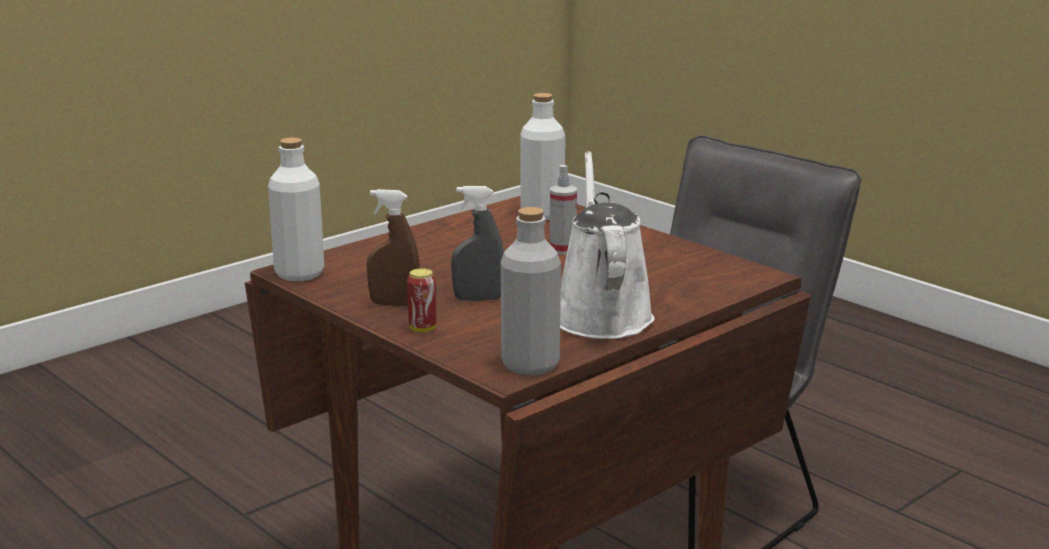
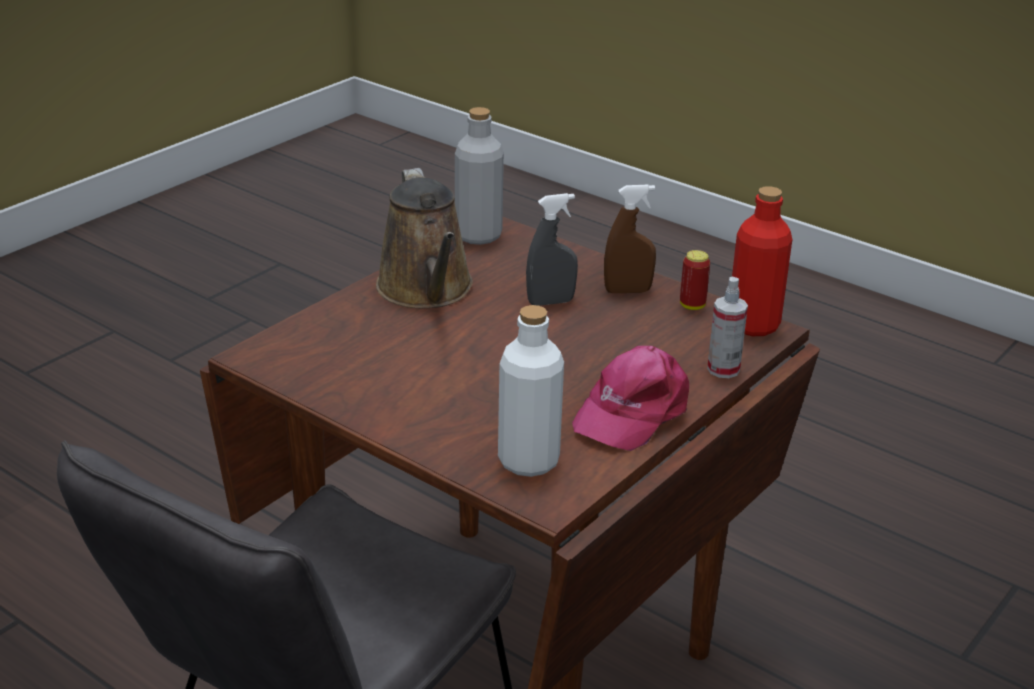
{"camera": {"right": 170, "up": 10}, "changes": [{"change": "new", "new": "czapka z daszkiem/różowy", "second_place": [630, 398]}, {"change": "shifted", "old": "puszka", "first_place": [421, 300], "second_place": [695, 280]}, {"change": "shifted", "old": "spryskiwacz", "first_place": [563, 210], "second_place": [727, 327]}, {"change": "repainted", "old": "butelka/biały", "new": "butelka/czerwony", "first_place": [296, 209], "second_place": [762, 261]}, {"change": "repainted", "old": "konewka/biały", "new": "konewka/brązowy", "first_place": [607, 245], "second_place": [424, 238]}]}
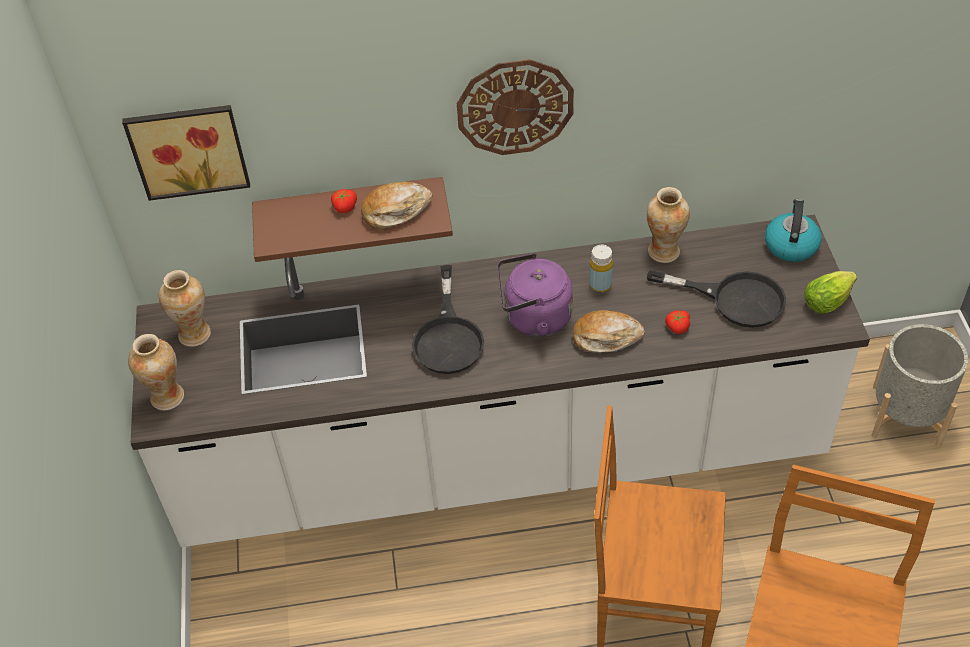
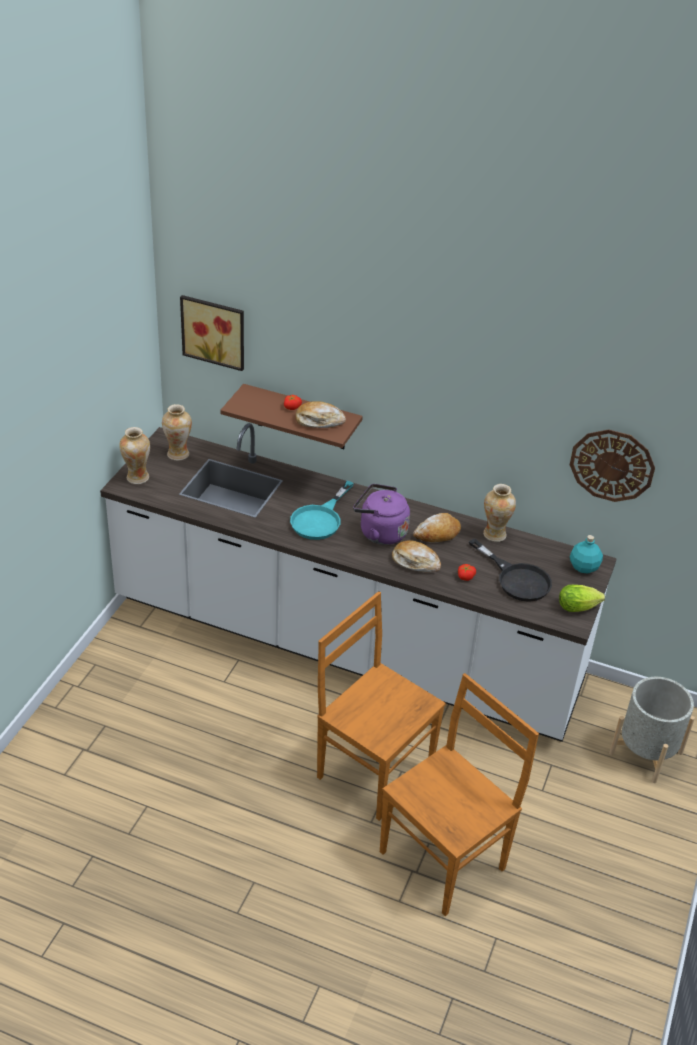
{"camera": {"right": 25, "up": -10}, "changes": [{"change": "shifted", "old": "zegar ścienny", "first_place": [515, 107], "second_place": [612, 465]}, {"change": "swapped", "old": "butelka/żółty", "new": "chleb", "first_place": [601, 268], "second_place": [437, 527]}, {"change": "swapped", "old": "czajnik", "new": "butelka/turkusowy", "first_place": [793, 230], "second_place": [586, 554]}, {"change": "repainted", "old": "patelnia/czarny", "new": "patelnia/turkusowy", "first_place": [448, 319], "second_place": [322, 510]}]}
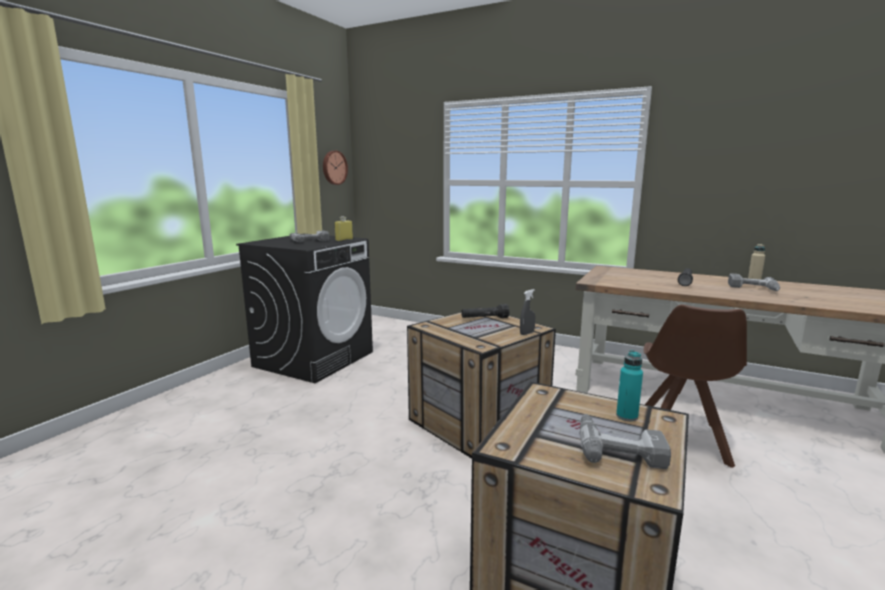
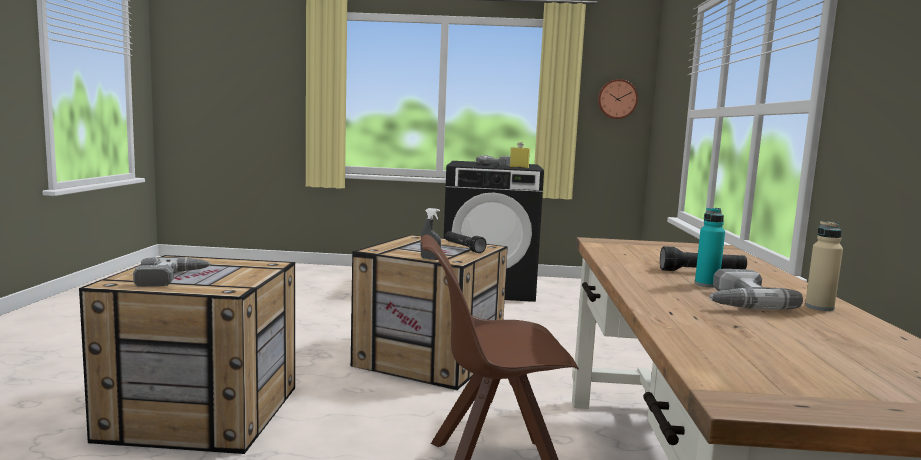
{"camera": {"right": 65, "up": -5}, "changes": [{"change": "shifted", "old": "butelka/turkusowy", "first_place": [629, 385], "second_place": [710, 247]}]}
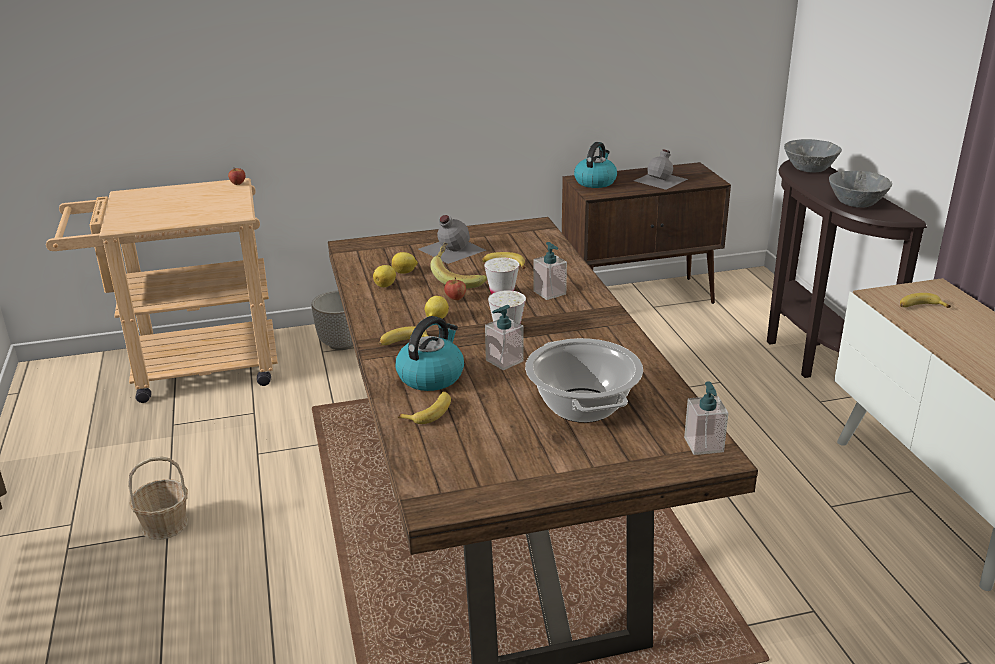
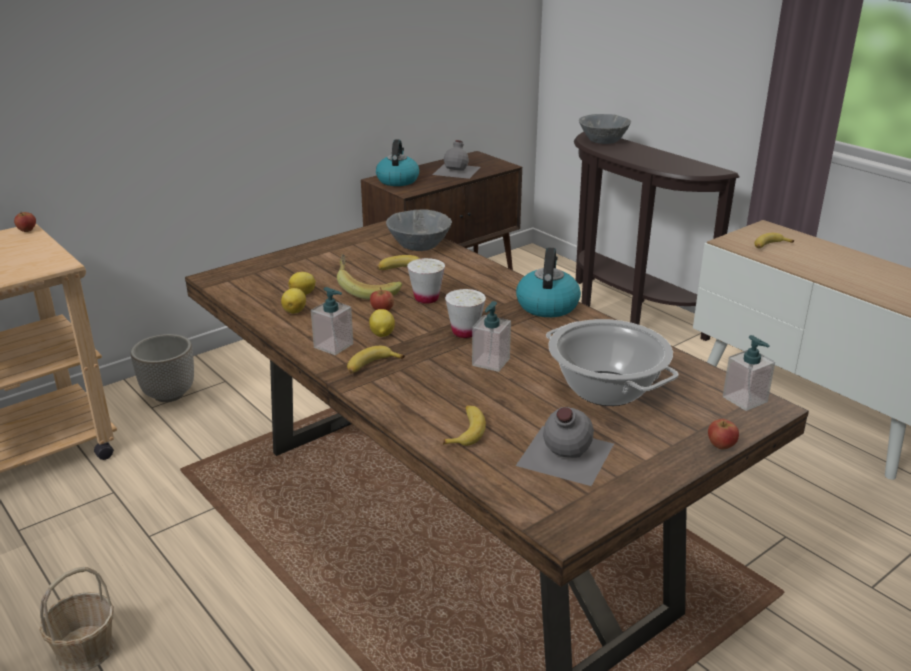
{"camera": {"right": -25, "up": 0}, "changes": [{"change": "new", "new": "jabłko", "second_place": [723, 434]}, {"change": "shifted", "old": "czajnik", "first_place": [429, 353], "second_place": [548, 282]}, {"change": "shifted", "old": "butelka/szary", "first_place": [452, 239], "second_place": [565, 446]}, {"change": "shifted", "old": "dozownik mydła", "first_place": [550, 271], "second_place": [332, 321]}, {"change": "shifted", "old": "miska/szary", "first_place": [860, 189], "second_place": [419, 230]}]}
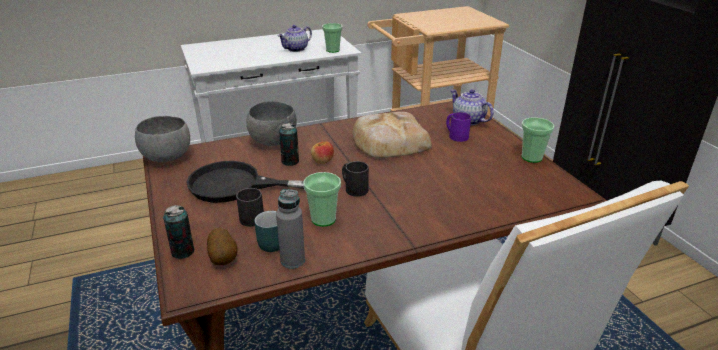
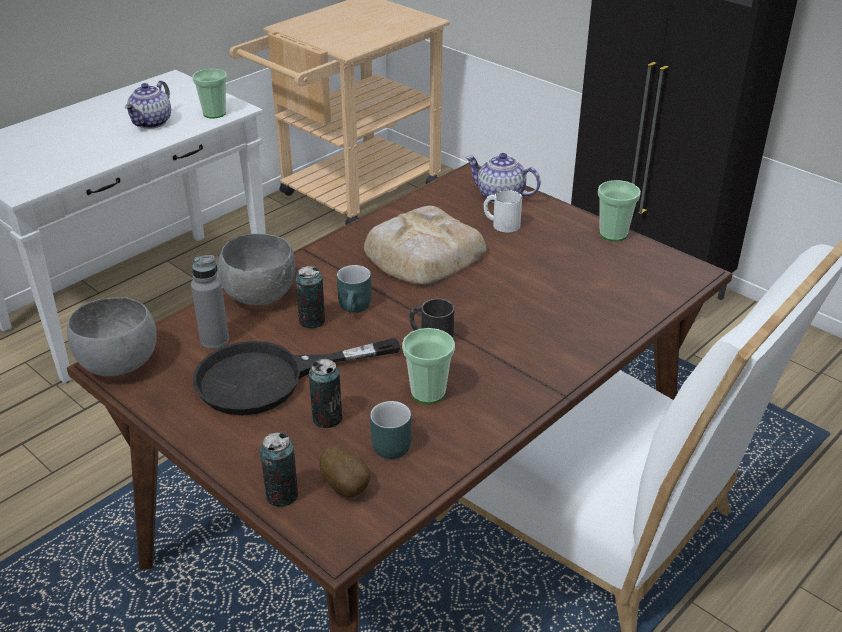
{"camera": {"right": -25, "up": 5}, "changes": [{"change": "shifted", "old": "butelka/szary", "first_place": [290, 229], "second_place": [210, 302]}, {"change": "swapped", "old": "kubek/czarny", "new": "puszka", "first_place": [250, 207], "second_place": [325, 393]}, {"change": "swapped", "old": "jabłko", "new": "kubek/turkusowy", "first_place": [322, 152], "second_place": [354, 289]}, {"change": "repainted", "old": "kubek/fioletowy", "new": "kubek/biały", "first_place": [458, 127], "second_place": [502, 211]}]}
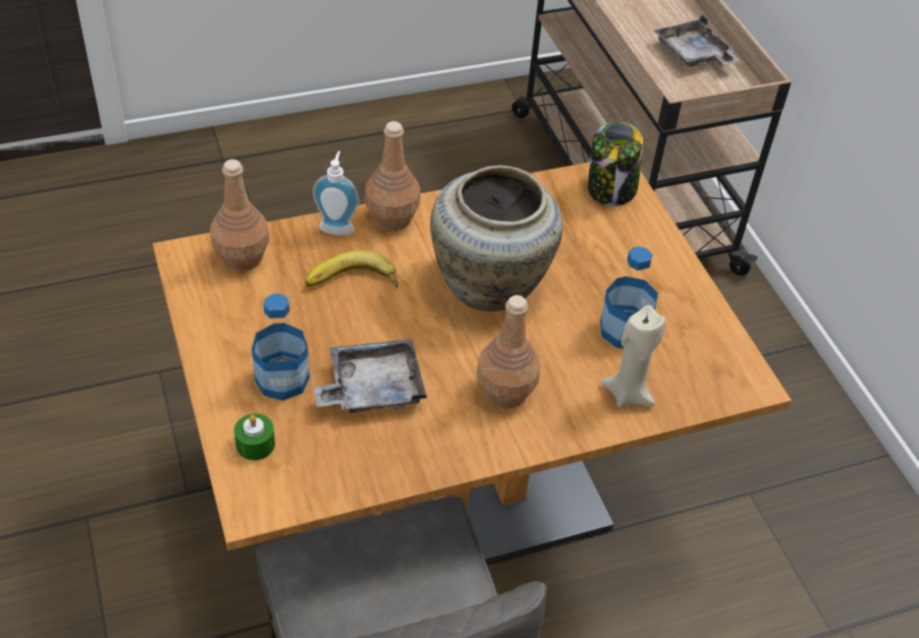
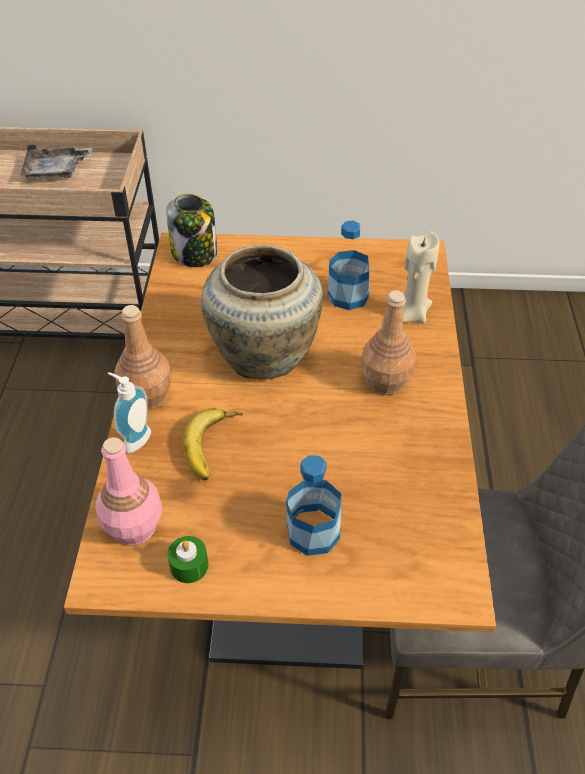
{"camera": {"right": -65, "up": 0}, "changes": [{"change": "gone", "old": "taca/szary", "first_place": [370, 376]}, {"change": "shifted", "old": "świeca/zielony", "first_place": [254, 437], "second_place": [187, 559]}, {"change": "repainted", "old": "butelka/brązowy", "new": "butelka/różowy", "first_place": [239, 215], "second_place": [128, 491]}]}
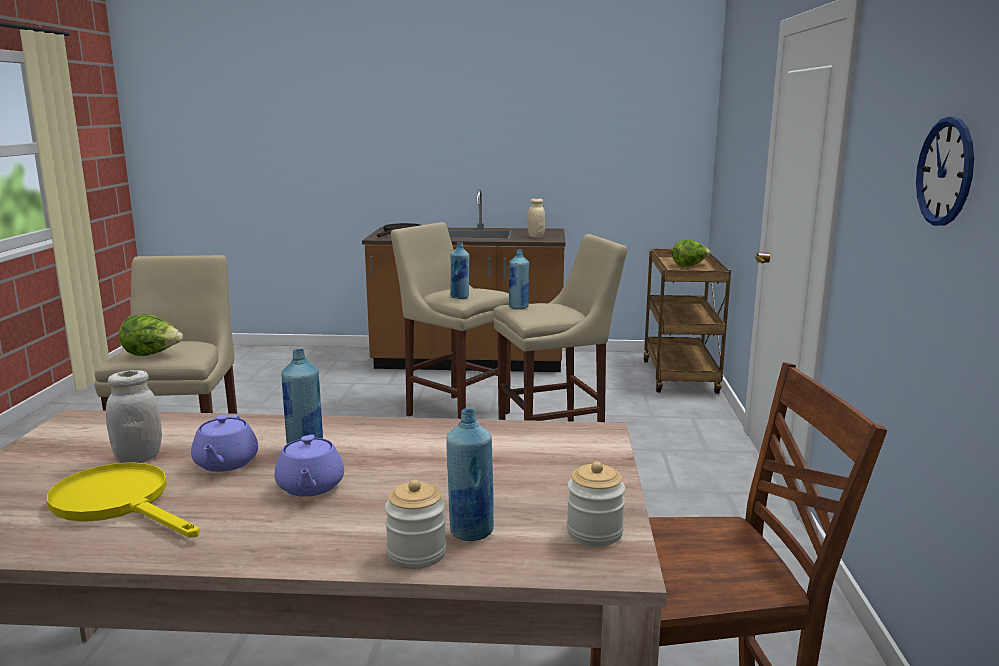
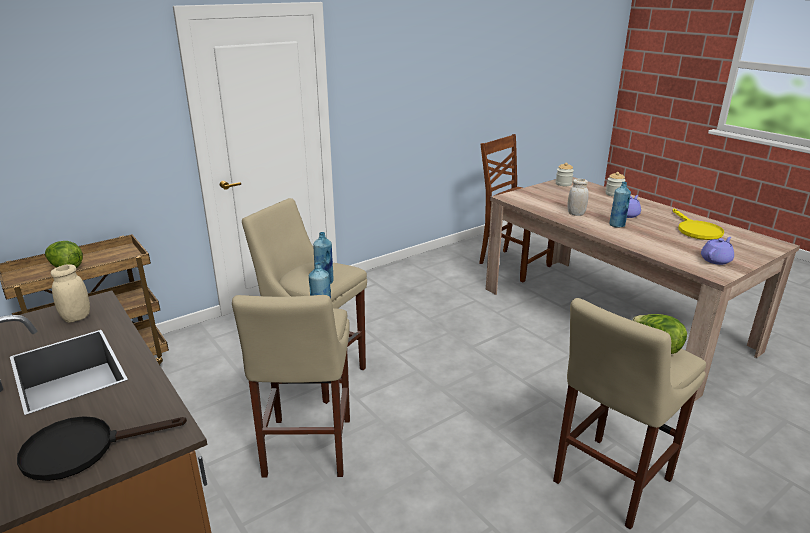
{"camera": {"right": -130, "up": 10}, "changes": [{"change": "gone", "old": "butelka/niebieski", "first_place": [470, 474]}, {"change": "gone", "old": "zegar ścienny", "first_place": [945, 171]}, {"change": "shifted", "old": "słoik/biały", "first_place": [134, 416], "second_place": [578, 197]}, {"change": "shifted", "old": "imbryk/fioletowy", "first_place": [224, 443], "second_place": [717, 251]}]}
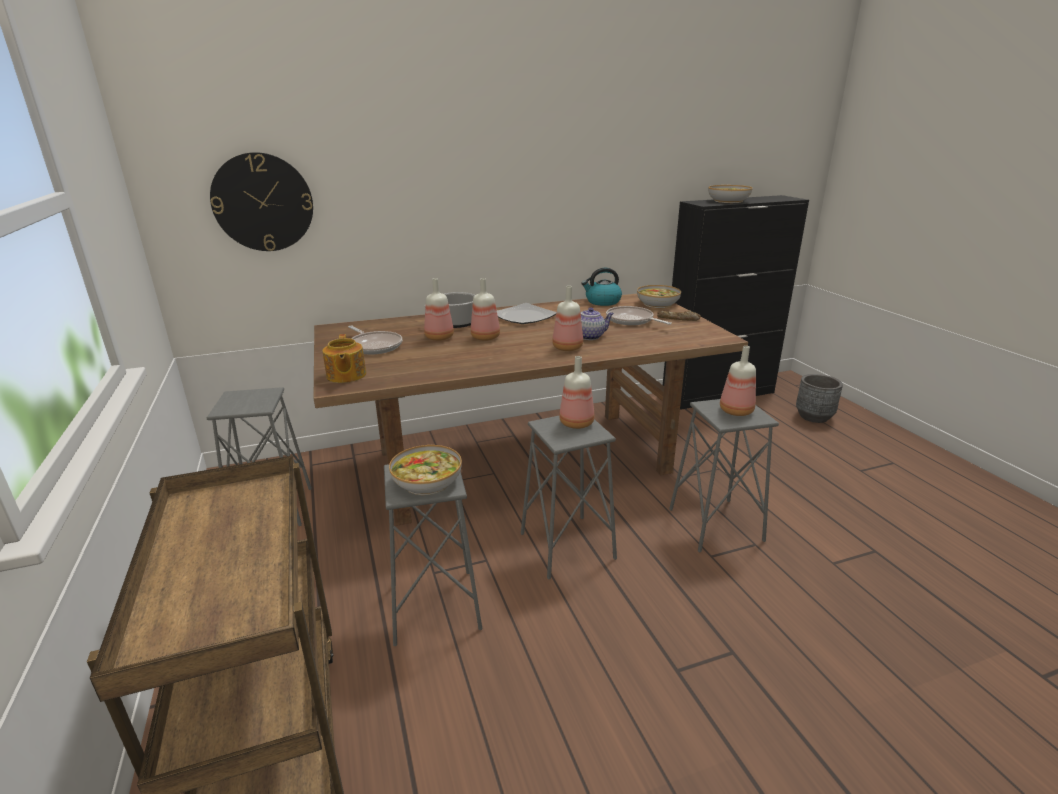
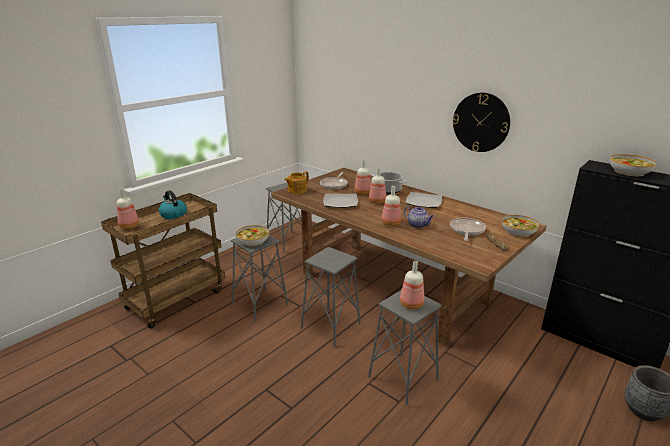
{"camera": {"right": 60, "up": 0}, "changes": [{"change": "new", "new": "talerz", "second_place": [340, 200]}, {"change": "shifted", "old": "zegar ścienny", "first_place": [261, 201], "second_place": [481, 122]}, {"change": "shifted", "old": "butelka", "first_place": [576, 392], "second_place": [128, 208]}, {"change": "shifted", "old": "czajnik", "first_place": [601, 287], "second_place": [173, 204]}]}
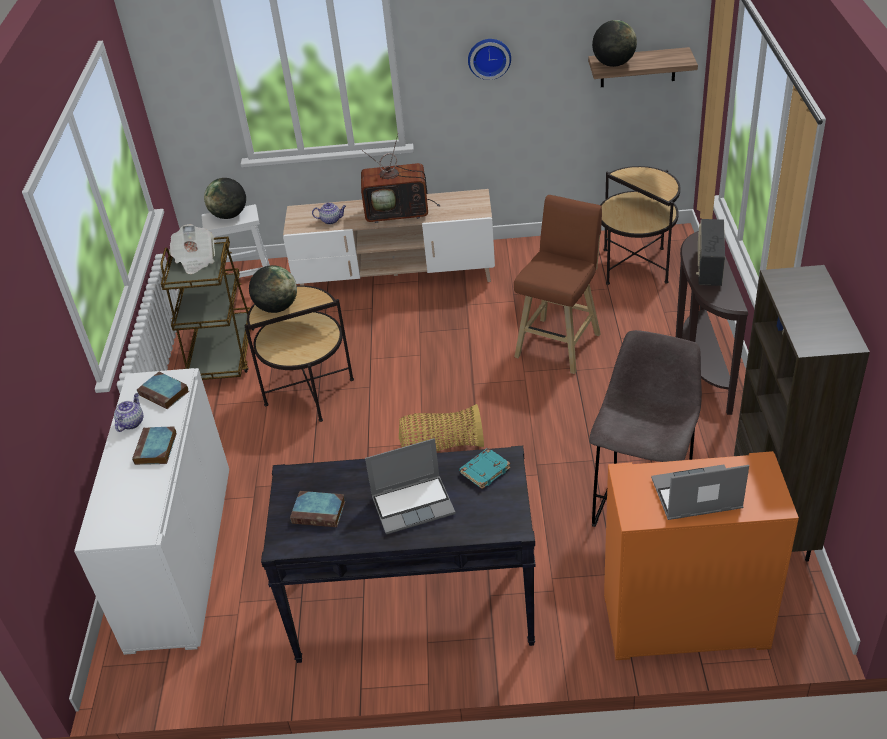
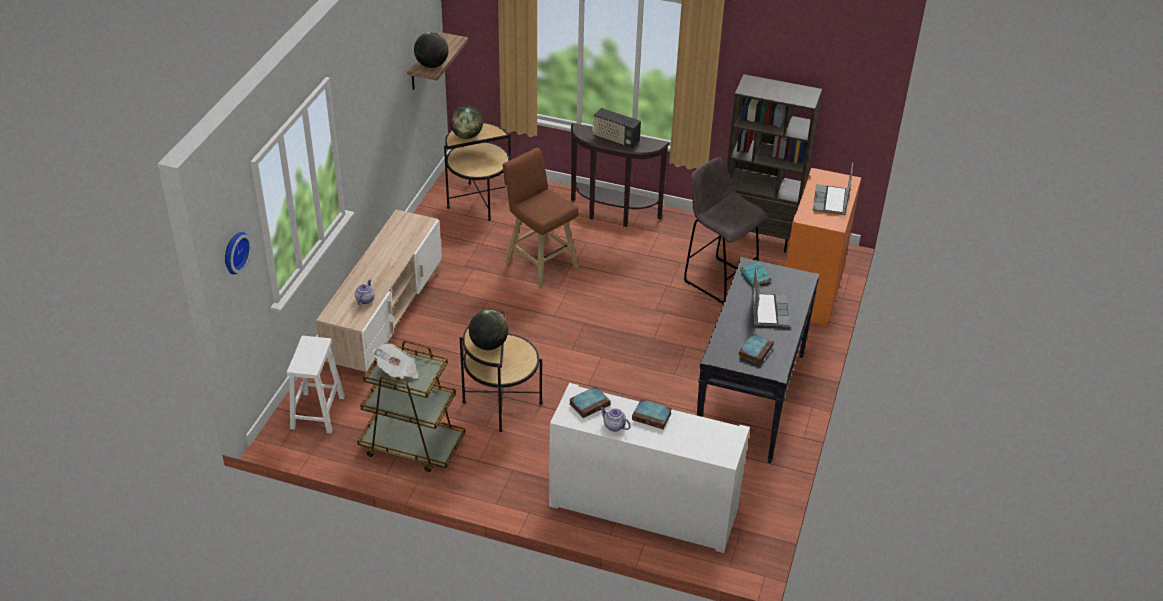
{"camera": {"right": -75, "up": 0}, "changes": [{"change": "gone", "old": "telewizor", "first_place": [400, 178]}, {"change": "gone", "old": "koszyk", "first_place": [441, 427]}, {"change": "shifted", "old": "globus", "first_place": [225, 198], "second_place": [466, 122]}, {"change": "shifted", "old": "zegar ścienny", "first_place": [489, 59], "second_place": [238, 253]}]}
